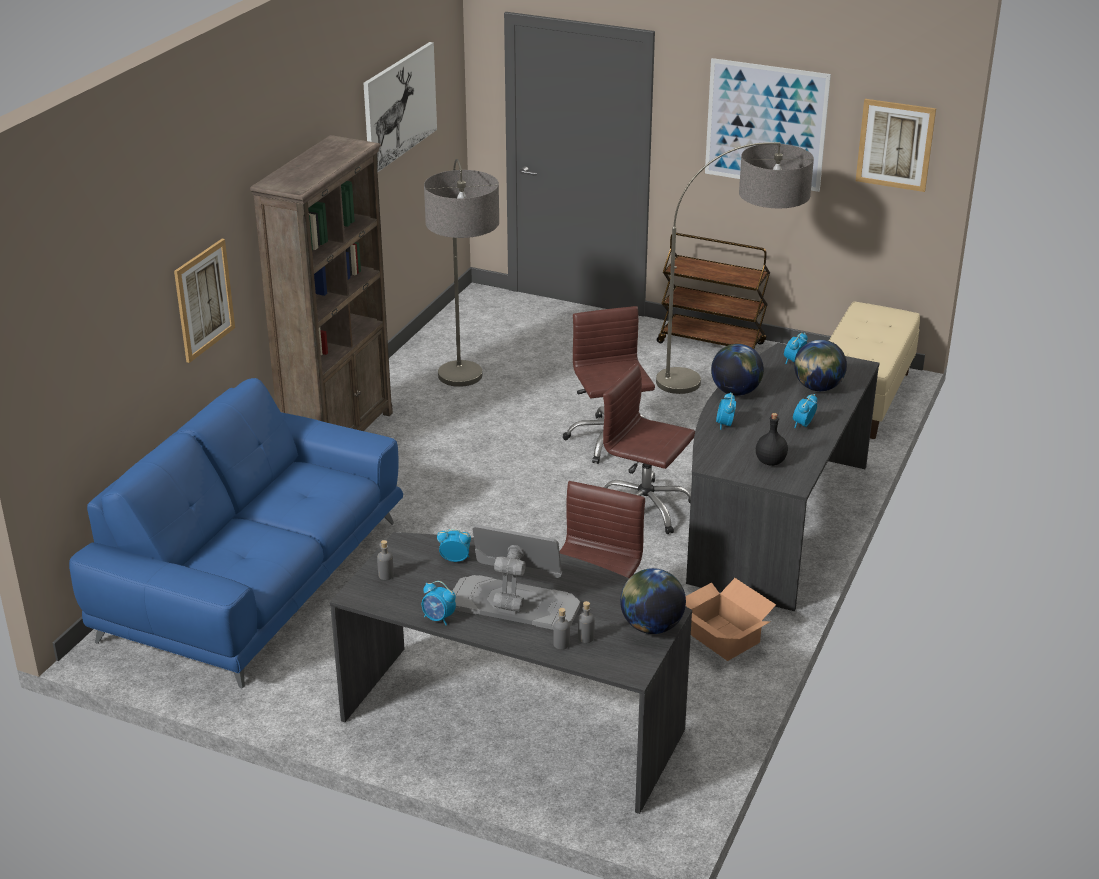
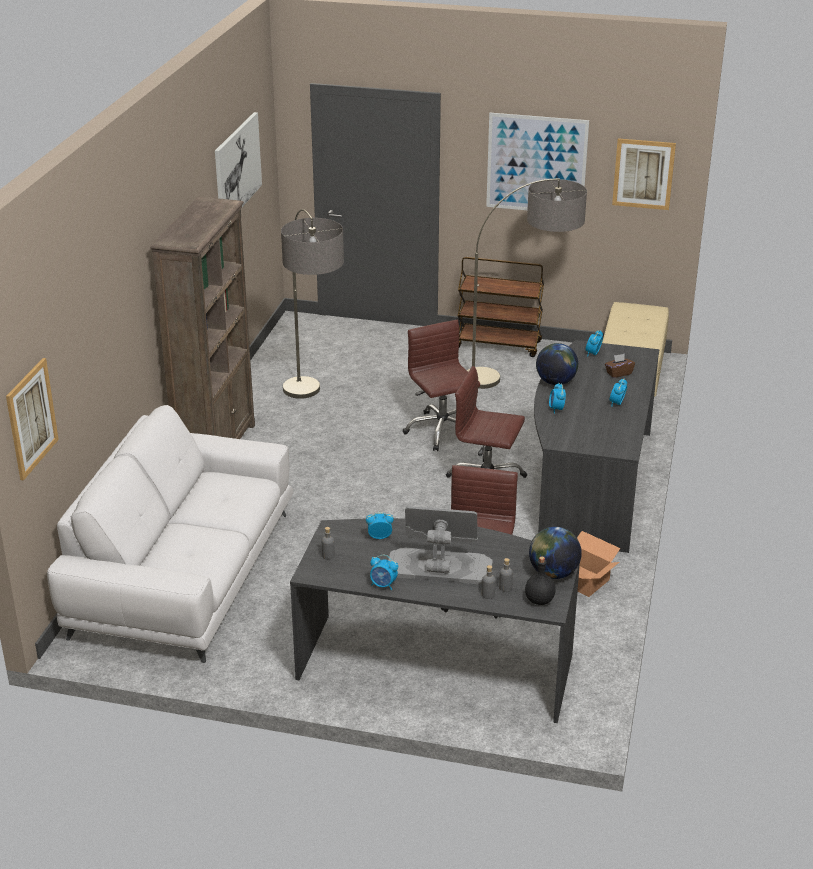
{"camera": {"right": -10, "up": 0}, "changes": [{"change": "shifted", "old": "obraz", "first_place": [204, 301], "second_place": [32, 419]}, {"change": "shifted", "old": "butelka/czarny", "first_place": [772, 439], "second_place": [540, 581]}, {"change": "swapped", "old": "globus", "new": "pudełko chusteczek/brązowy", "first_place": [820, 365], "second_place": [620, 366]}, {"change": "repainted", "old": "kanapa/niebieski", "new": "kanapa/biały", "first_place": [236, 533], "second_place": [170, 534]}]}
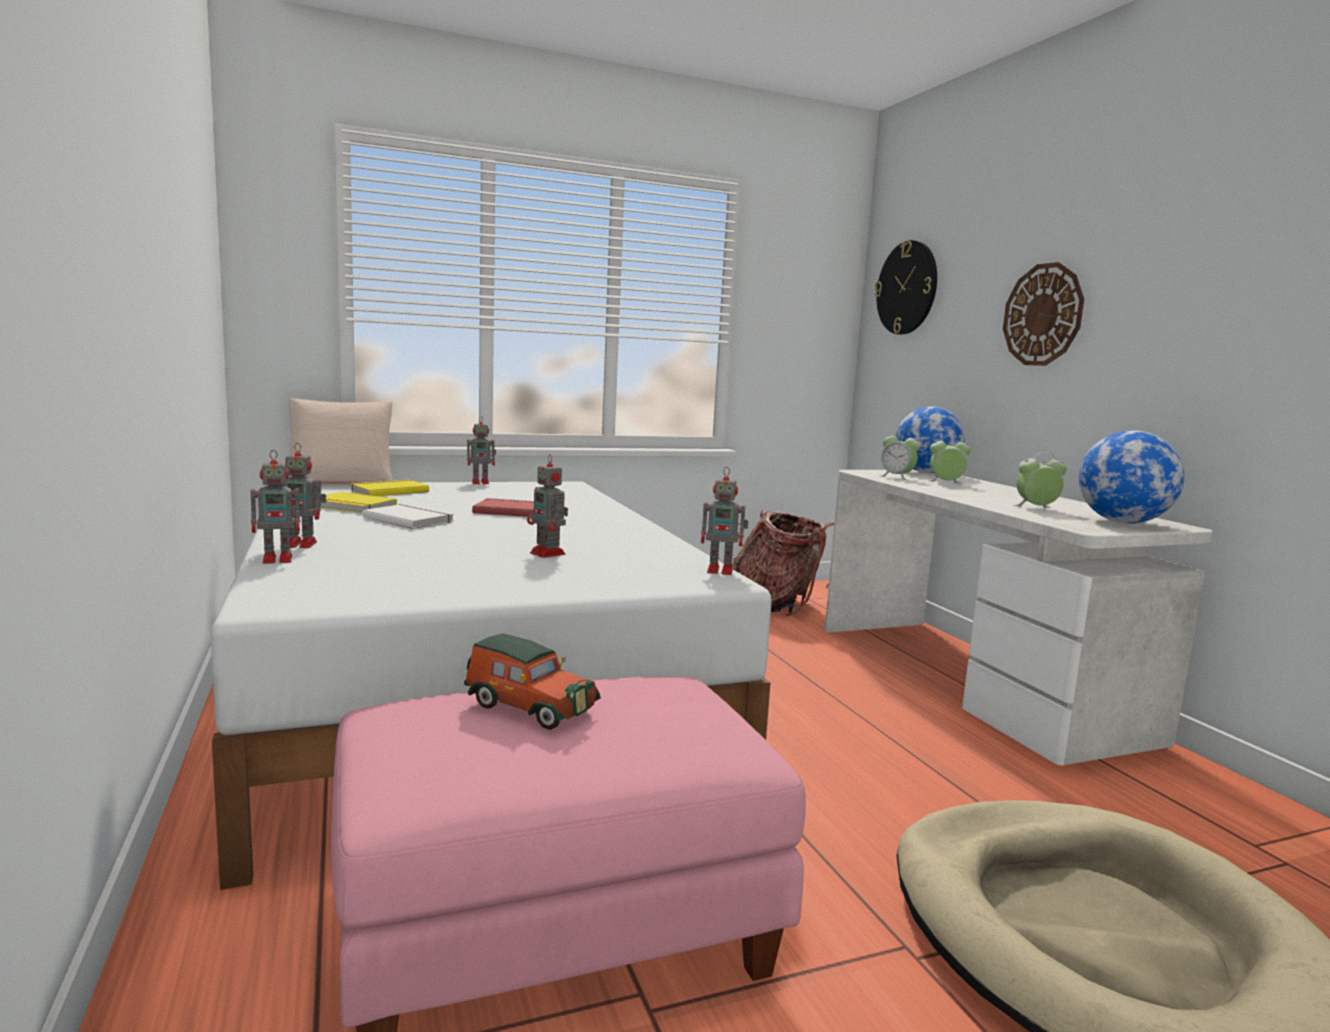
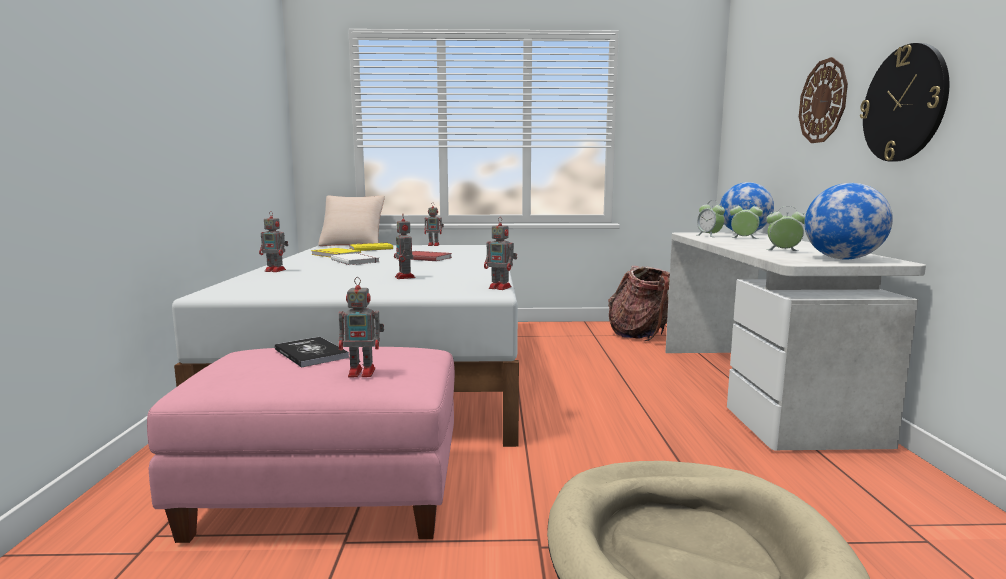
{"camera": {"right": 20, "up": 0}, "changes": [{"change": "shifted", "old": "robot zabawkowy", "first_place": [277, 507], "second_place": [361, 327]}, {"change": "shifted", "old": "zegar ścienny", "first_place": [905, 287], "second_place": [904, 102]}, {"change": "swapped", "old": "samochodzik", "new": "książka", "first_place": [532, 681], "second_place": [311, 352]}]}
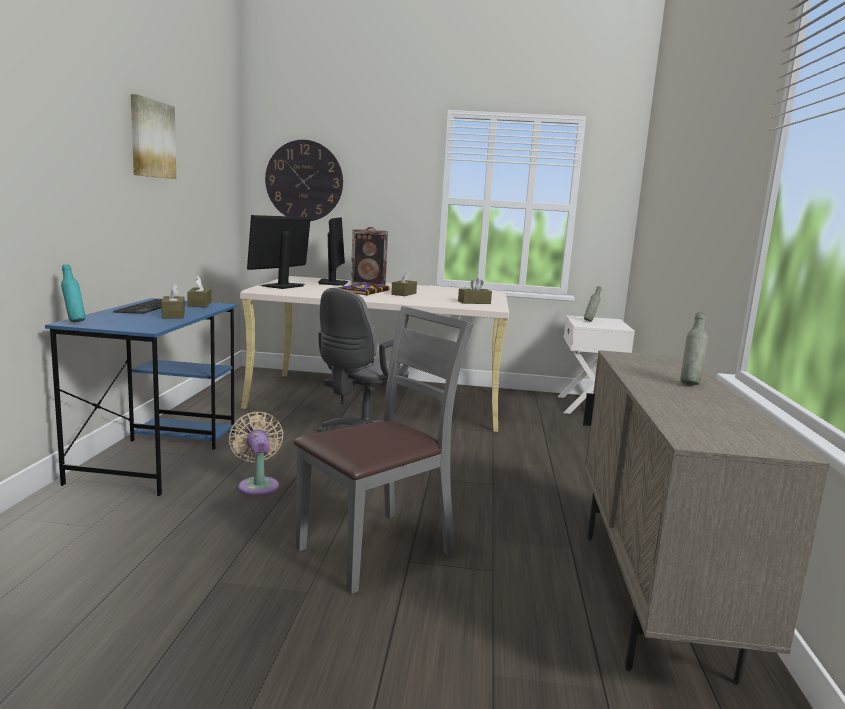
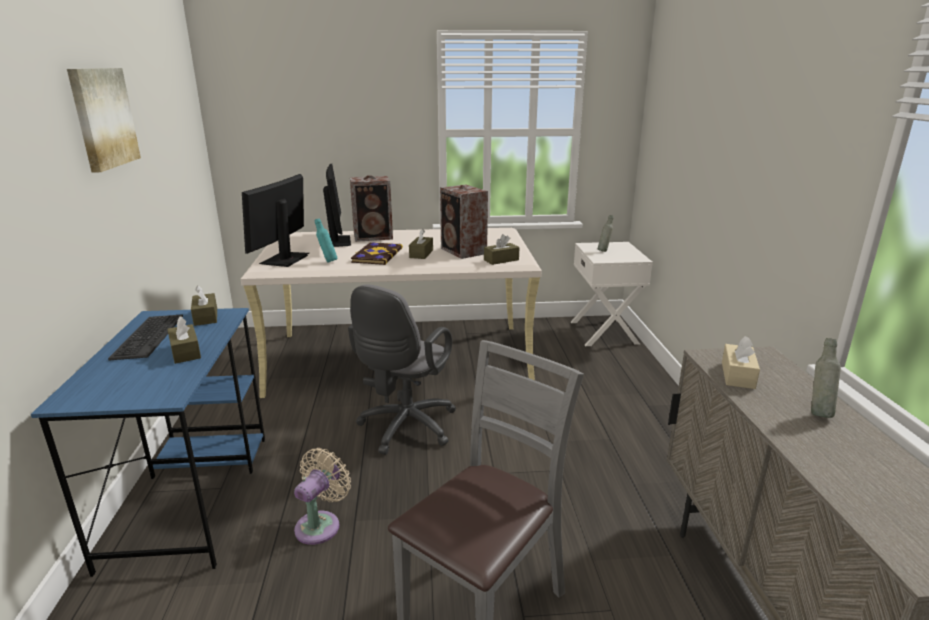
{"camera": {"right": -10, "up": 10}, "changes": [{"change": "gone", "old": "zegar ścienny", "first_place": [304, 180]}, {"change": "new", "new": "głośnik", "second_place": [464, 221]}, {"change": "new", "new": "pudełko chusteczek/beżowy", "second_place": [741, 362]}, {"change": "shifted", "old": "butelka/turkusowy", "first_place": [73, 293], "second_place": [326, 241]}, {"change": "rotated", "old": "wentylator/beżowy", "first_place": [256, 454], "second_place": [322, 496], "degrees": 60}]}
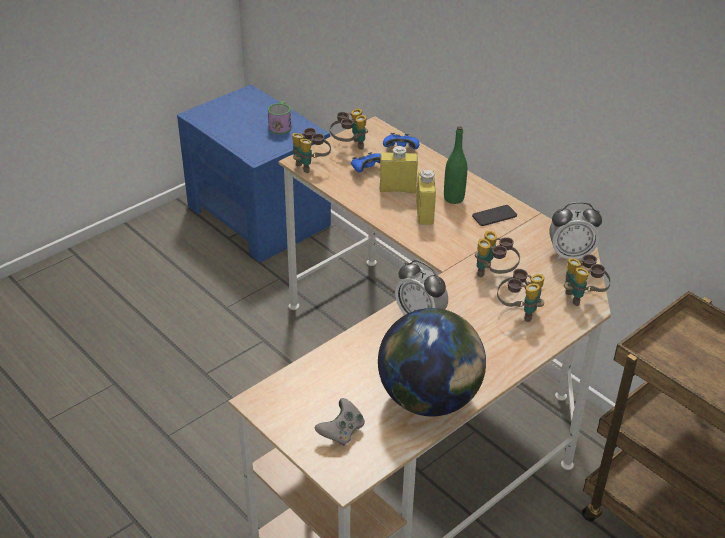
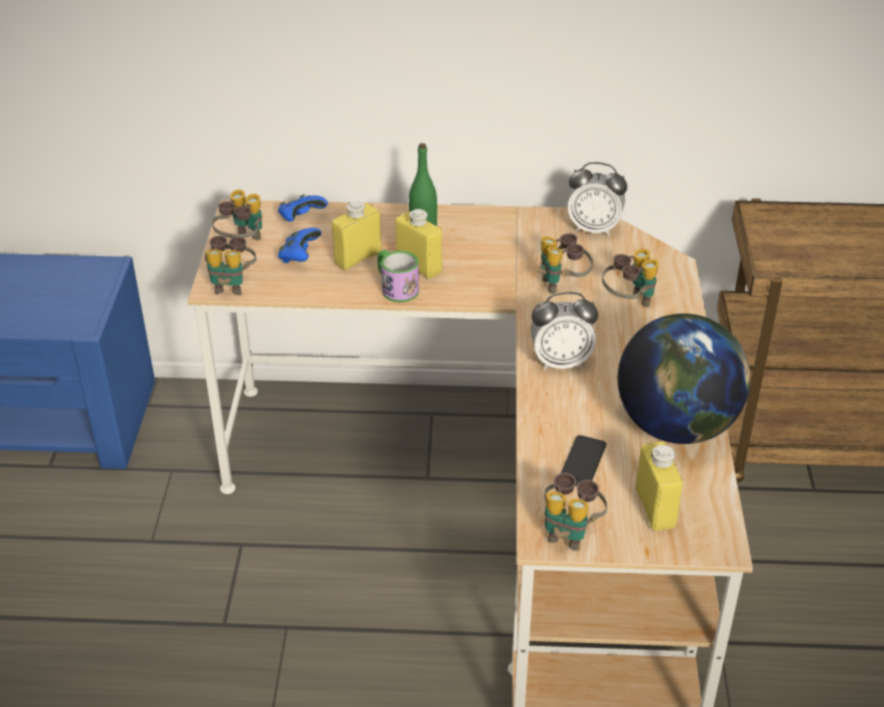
{"camera": {"right": -45, "up": 0}, "changes": [{"change": "shifted", "old": "kubek", "first_place": [279, 117], "second_place": [398, 276]}, {"change": "shifted", "old": "telefon", "first_place": [494, 215], "second_place": [583, 458]}, {"change": "shifted", "old": "lornetka", "first_place": [587, 280], "second_place": [575, 512]}, {"change": "swapped", "old": "pad do gier/szary", "new": "butelka/żółty", "first_place": [340, 422], "second_place": [659, 486]}, {"change": "rotated", "old": "budzik", "first_place": [575, 231], "second_place": [597, 199], "degrees": 60}]}
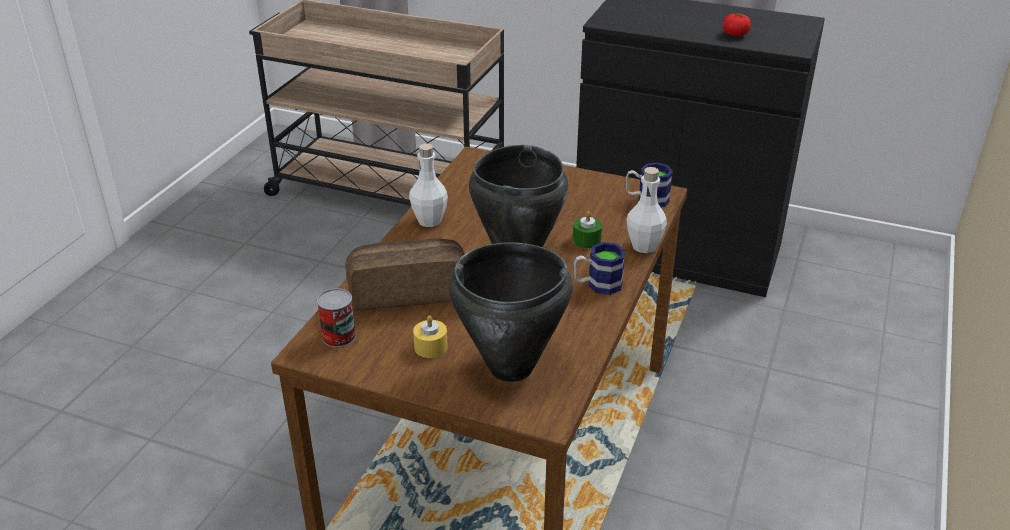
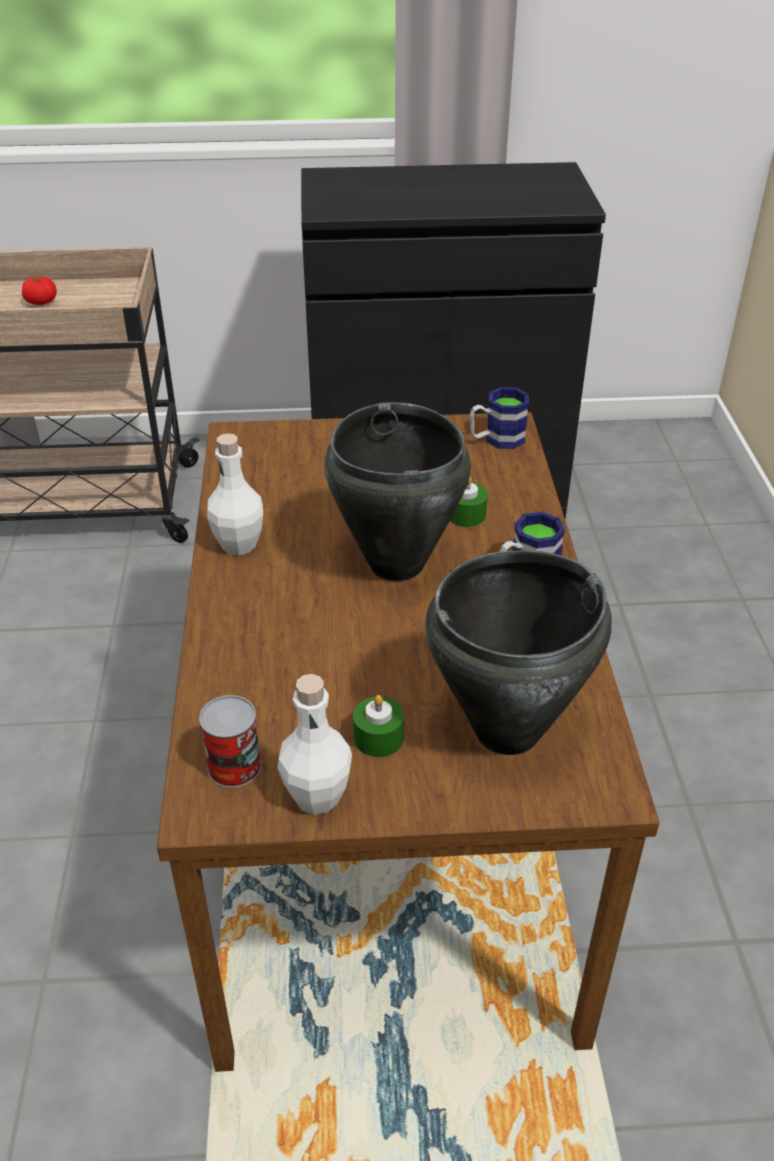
{"camera": {"right": -25, "up": 5}, "changes": [{"change": "gone", "old": "chleb", "first_place": [405, 274]}, {"change": "shifted", "old": "butelka/biały", "first_place": [646, 210], "second_place": [314, 744]}, {"change": "shifted", "old": "pomidor", "first_place": [737, 24], "second_place": [39, 290]}, {"change": "repainted", "old": "świeca/żółty", "new": "świeca/zielony", "first_place": [430, 336], "second_place": [378, 726]}]}
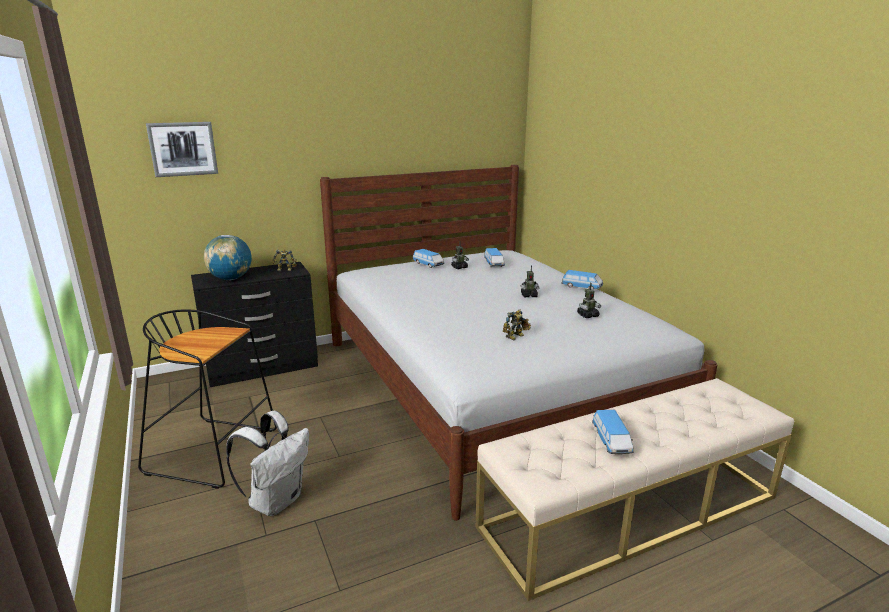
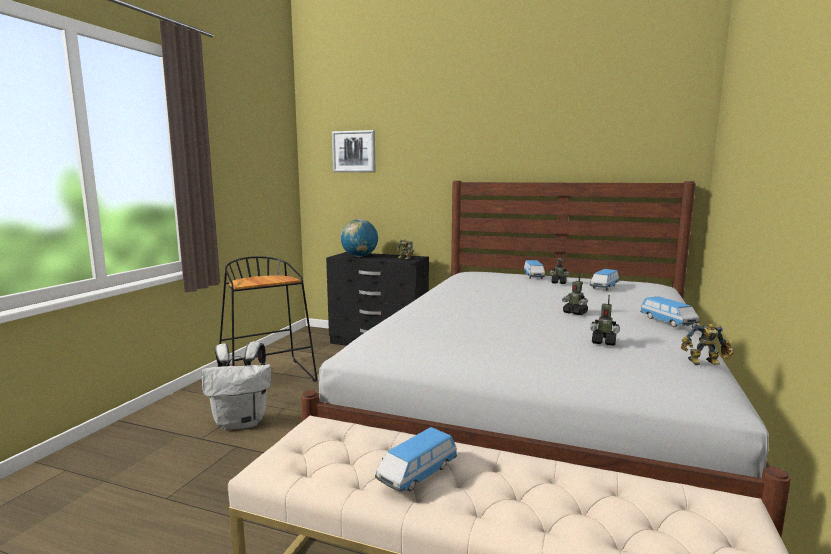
{"camera": {"right": 45, "up": -10}, "changes": [{"change": "shifted", "old": "robot zabawkowy", "first_place": [517, 325], "second_place": [707, 344]}]}
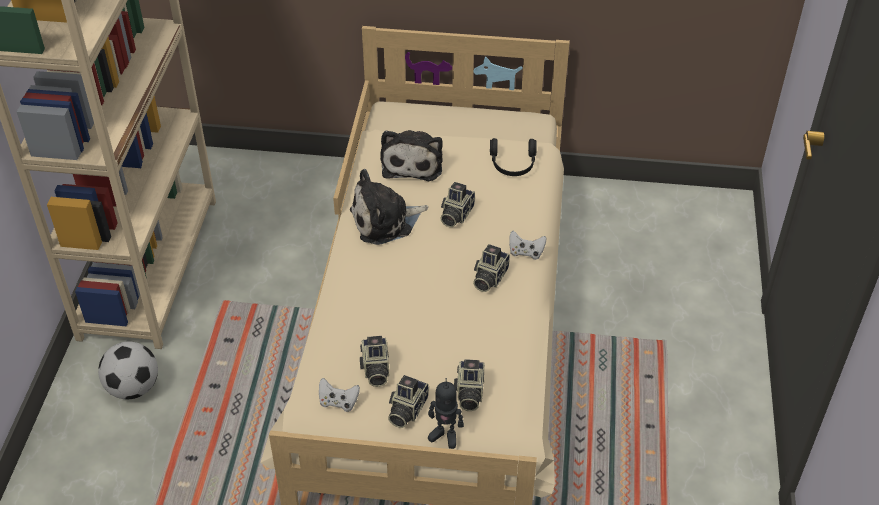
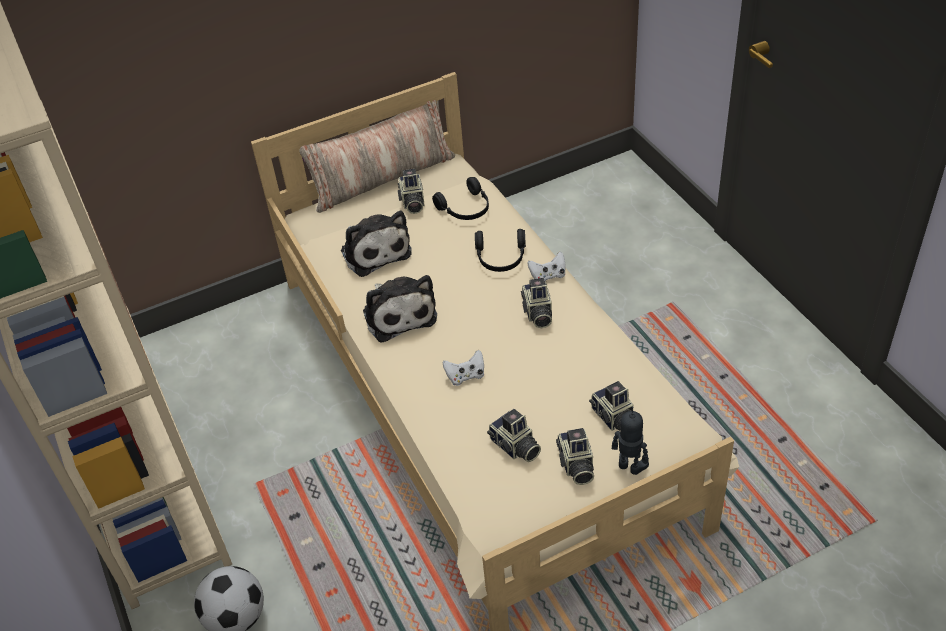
{"camera": {"right": -30, "up": 0}, "changes": [{"change": "new", "new": "poduszka", "second_place": [377, 156]}, {"change": "new", "new": "słuchawki/czarny", "second_place": [500, 250]}, {"change": "shifted", "old": "pad do gier/biały", "first_place": [339, 395], "second_place": [463, 368]}, {"change": "shifted", "old": "aparat fotograficzny", "first_place": [457, 204], "second_place": [411, 191]}, {"change": "rotated", "old": "pluszak", "first_place": [389, 207], "second_place": [400, 309], "degrees": -60}, {"change": "rotated", "old": "robot zabawkowy", "first_place": [446, 413], "second_place": [630, 441], "degrees": -135}]}
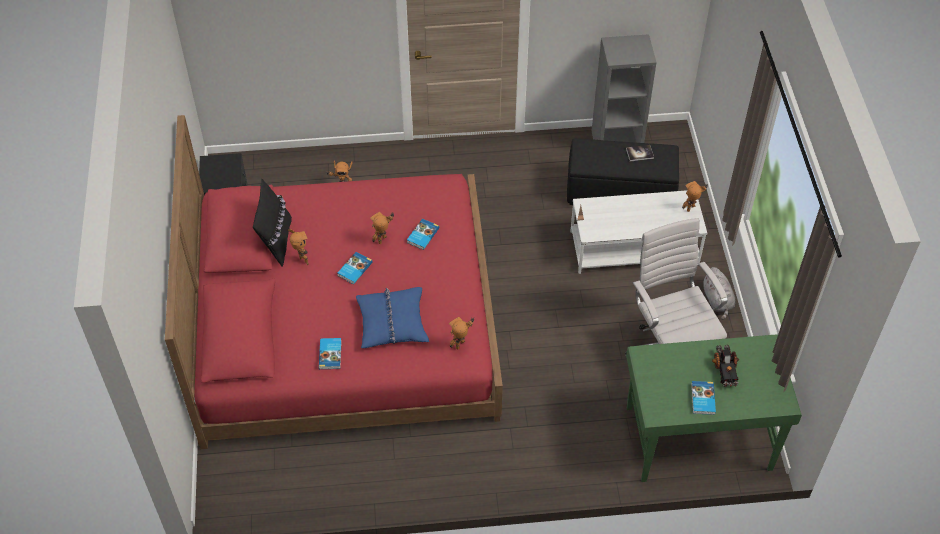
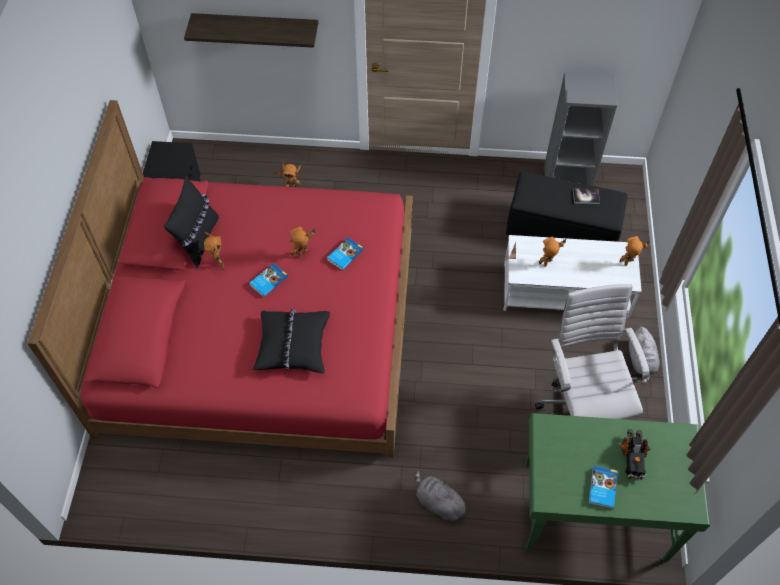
{"camera": {"right": 10, "up": 5}, "changes": [{"change": "gone", "old": "książka", "first_place": [330, 353]}, {"change": "new", "new": "półka", "second_place": [251, 30]}, {"change": "new", "new": "pluszak/szary", "second_place": [442, 496]}, {"change": "shifted", "old": "robot zabawkowy", "first_place": [461, 333], "second_place": [552, 252]}, {"change": "repainted", "old": "poduszka/niebieski", "new": "poduszka/czarny", "first_place": [392, 317], "second_place": [291, 341]}]}
